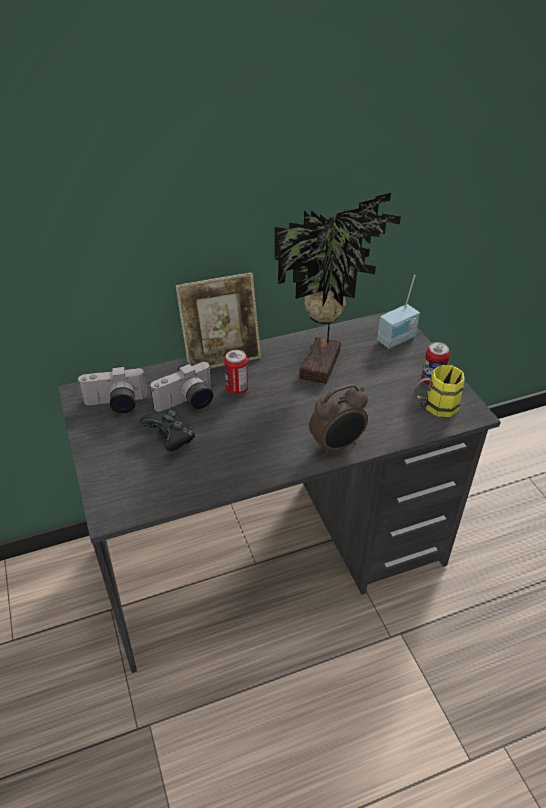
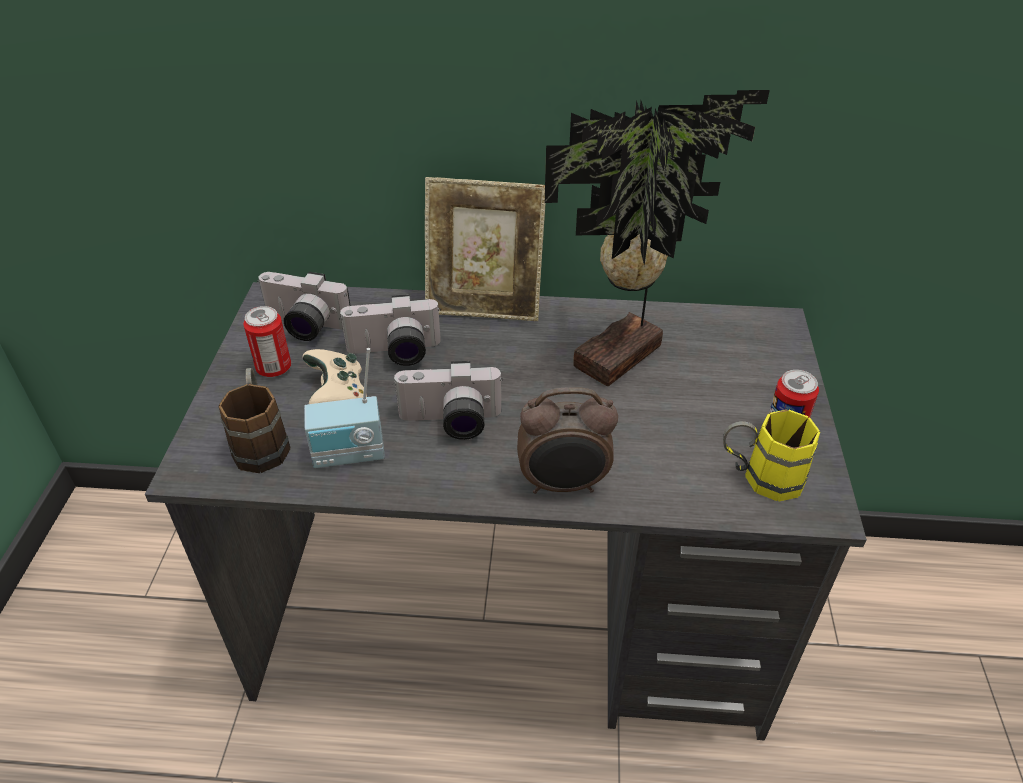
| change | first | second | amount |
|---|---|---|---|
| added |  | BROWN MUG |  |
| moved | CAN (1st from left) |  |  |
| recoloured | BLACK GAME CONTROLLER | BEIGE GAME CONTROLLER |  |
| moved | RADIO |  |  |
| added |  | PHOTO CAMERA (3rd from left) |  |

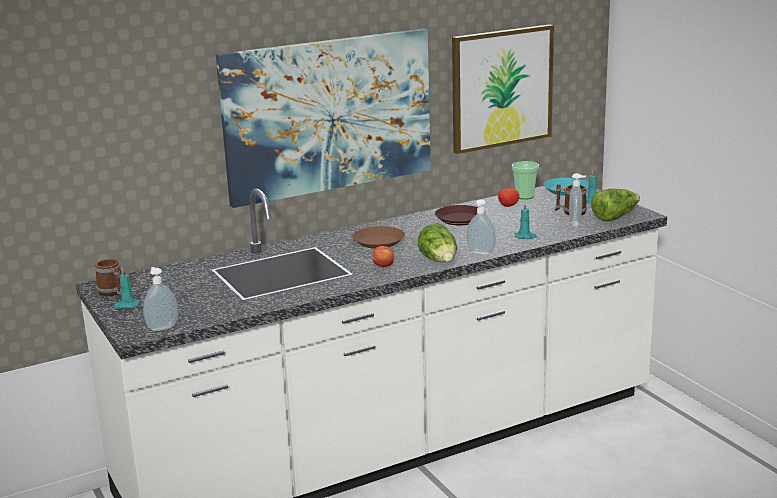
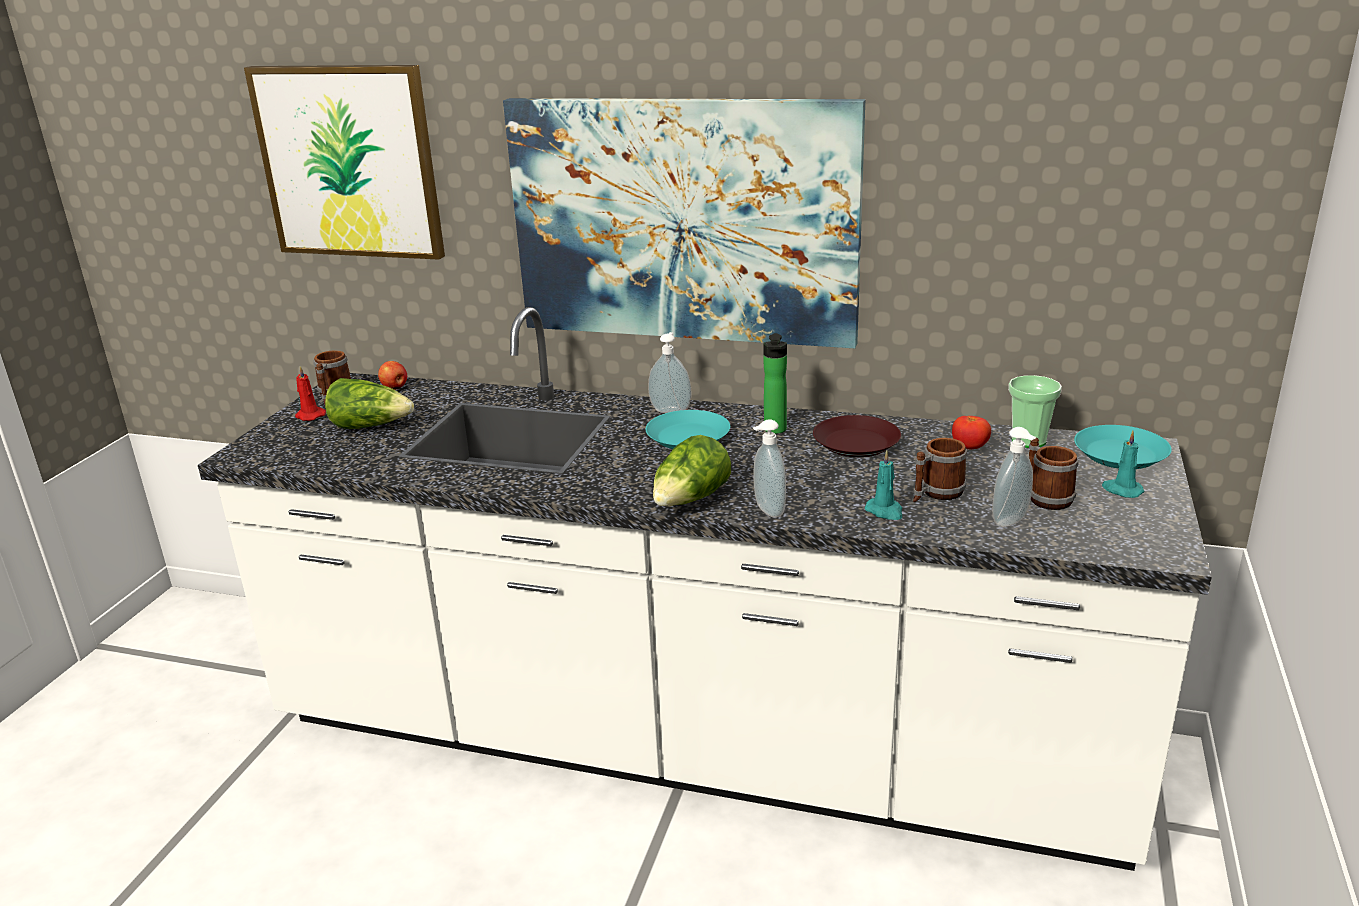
| change | first | second | amount |
|---|---|---|---|
| moved | PICTURE (2nd from left in the first image) | PICTURE (1st from left) |  |
| recoloured | TURQUOISE CANDLE (1st from left) | RED CANDLE |  |
| moved | LETTUCE (2nd from left in the first image) | LETTUCE (1st from left) |  |
| moved | APPLE |  |  |
| recoloured | BROWN PLATE (1st from left) | TURQUOISE PLATE (1st from left) |  |
| moved | SOAP DISPENSER (1st from left) |  |  |
| added |  | BOTTLE |  |
| added |  | MUG (2nd from left) |  |

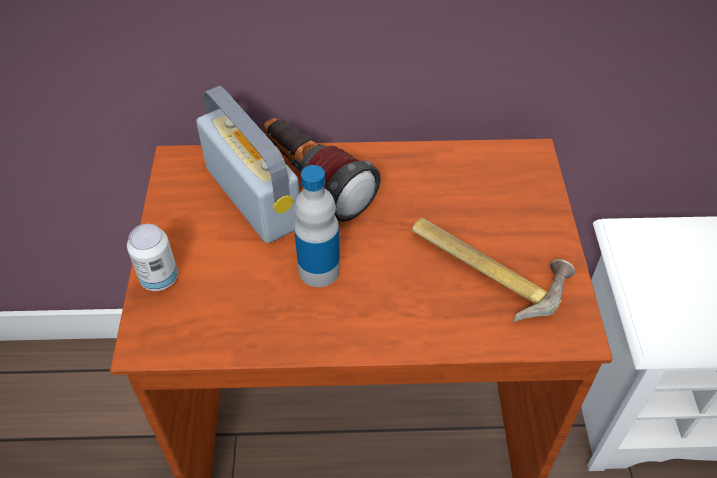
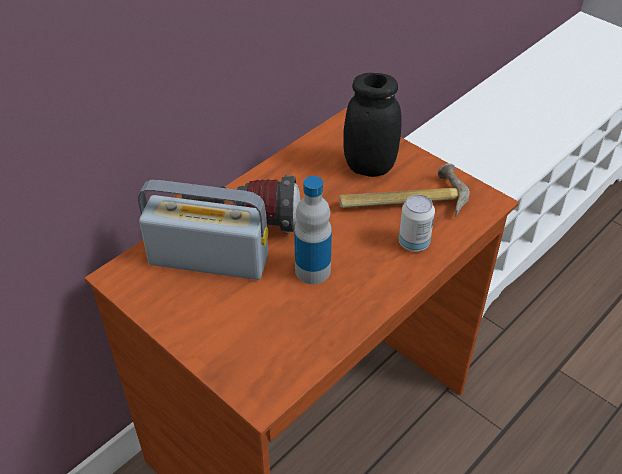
| change | first | second | amount |
|---|---|---|---|
| added |  | BLACK JAR |  |
| moved | CAN |  |  |

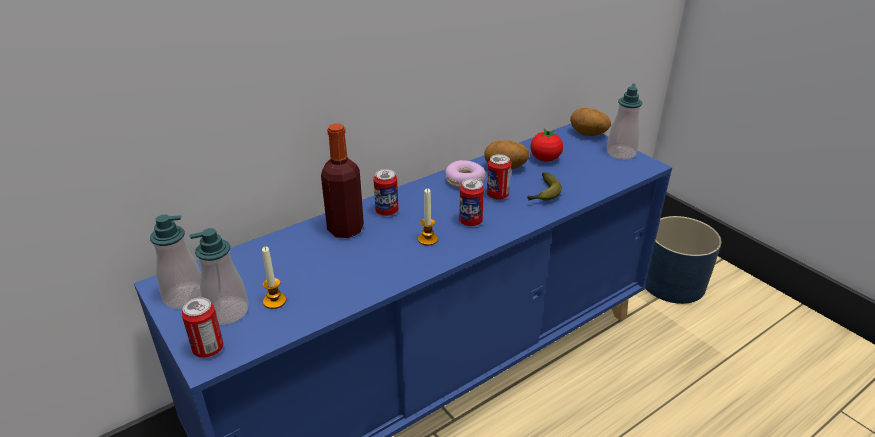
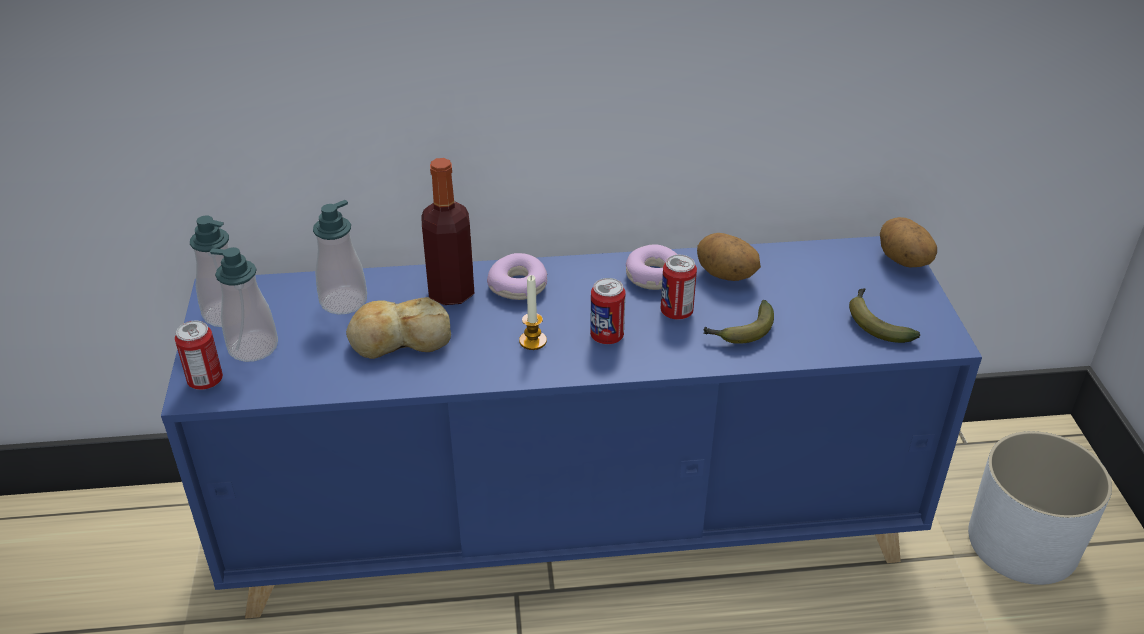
| change | first | second | amount |
|---|---|---|---|
| moved | SOAP DISPENSER (3rd from left) |  |  |
| added |  | BREAD |  |
| replaced | CAN (2nd from left) | DONUT (1st from left) |  |
| added |  | BANANA (2nd from left) |  |
| recoloured | BLUE PLANTER | WHITE PLANTER |  |
| removed | CANDLE (1st from left) |  |  |
| removed | TOMATO |  |  |

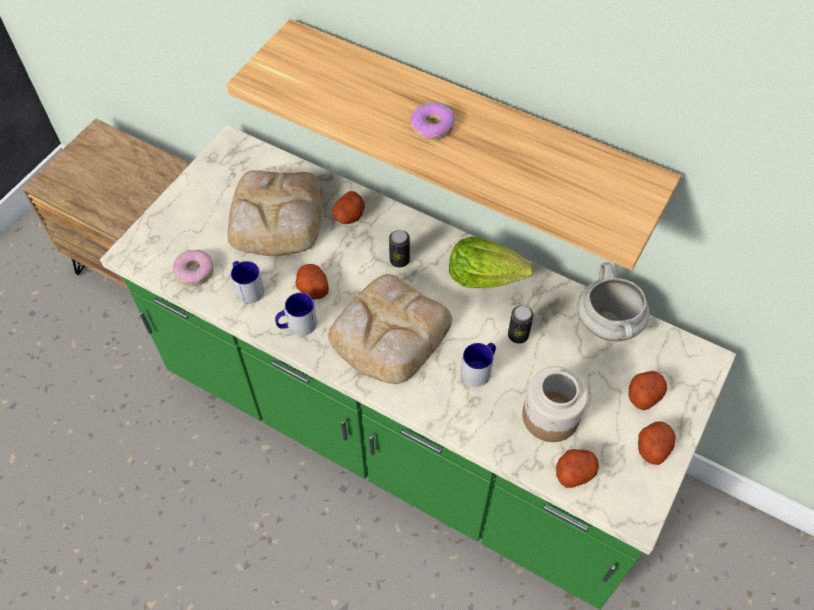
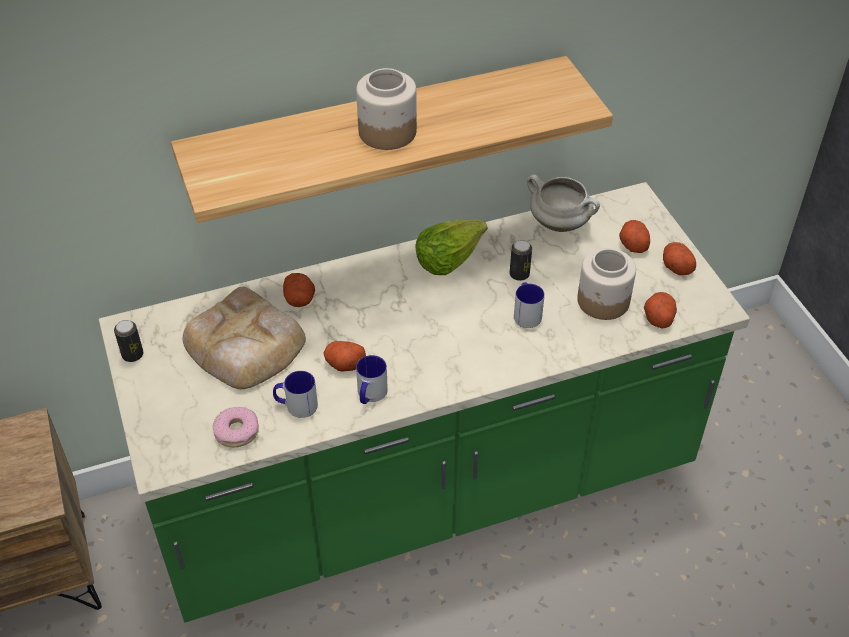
| change | first | second | amount |
|---|---|---|---|
| moved | CAN (1st from left) |  |  |
| replaced | DONUT (2nd from left) | JAR (1st from left) |  |
| removed | BREAD (2nd from left) |  |  |

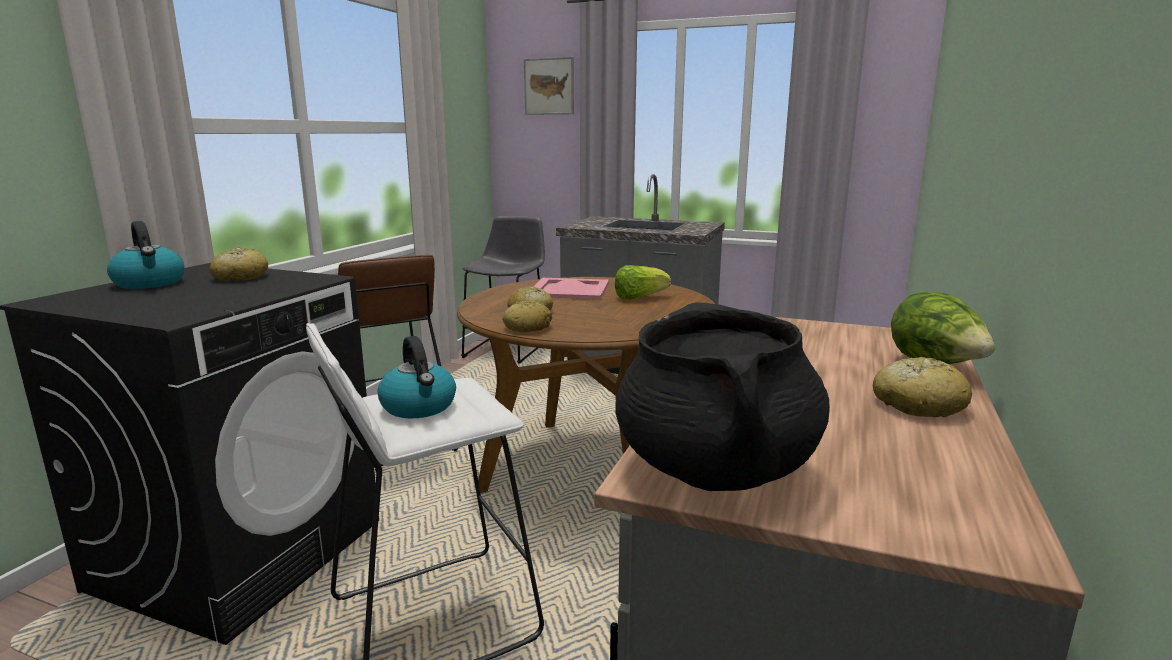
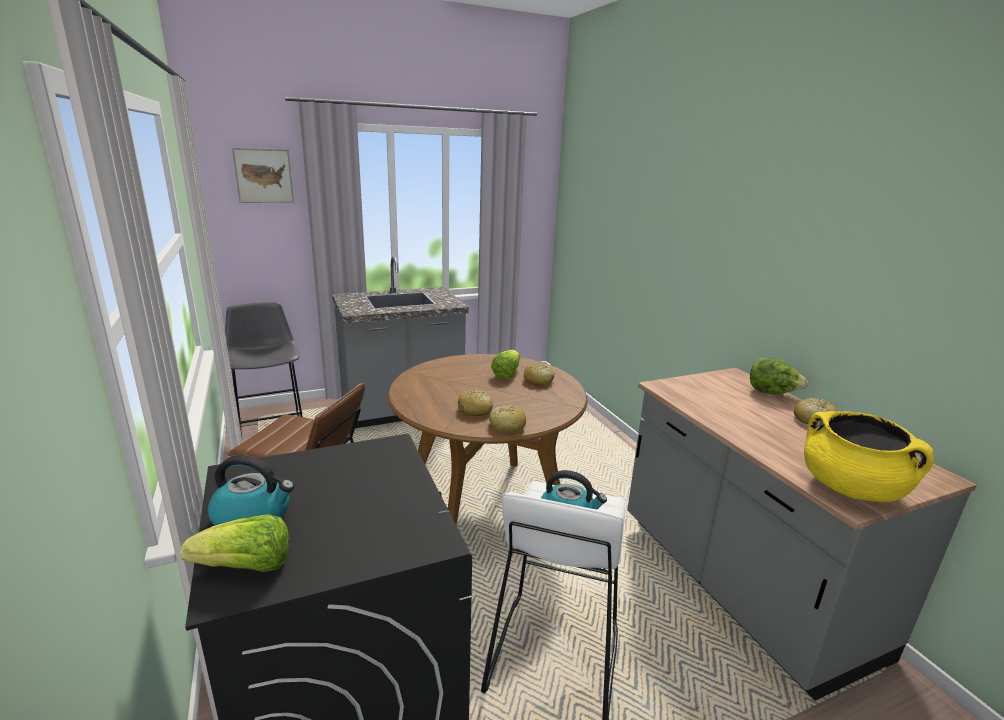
| change | first | second | amount |
|---|---|---|---|
| added |  | LETTUCE (1st from left) |  |
| moved | BREAD (1st from left in the first image) | BREAD (3rd from left) |  |
| recoloured | BLACK COOKING POT | YELLOW COOKING POT |  |
| removed | PINK TRAY |  |  |

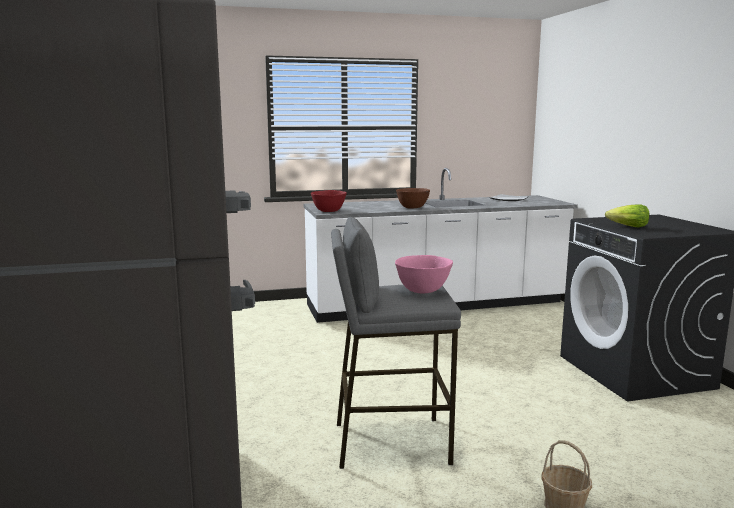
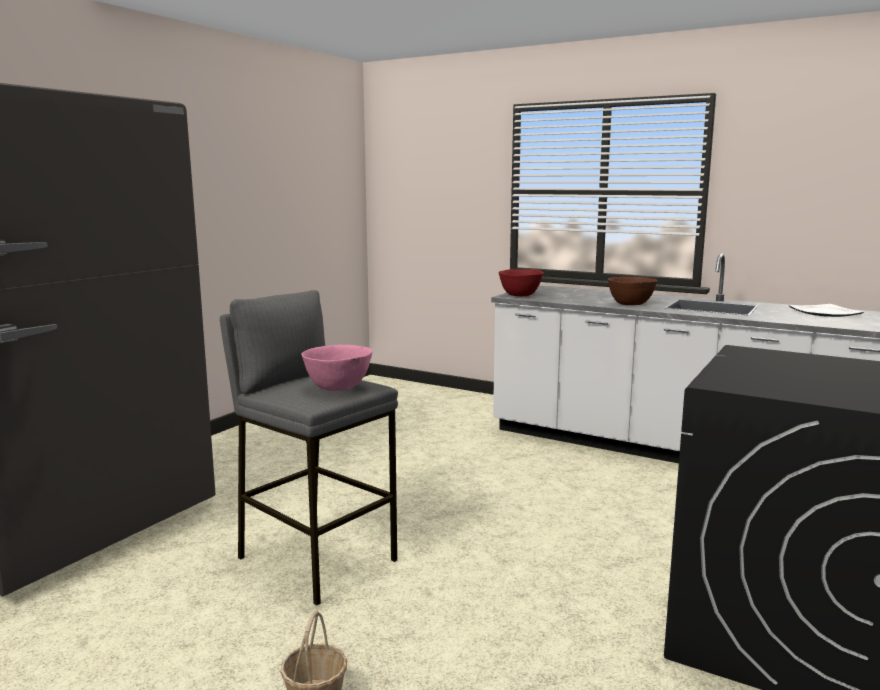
| change | first | second | amount |
|---|---|---|---|
| removed | LETTUCE |  |  |

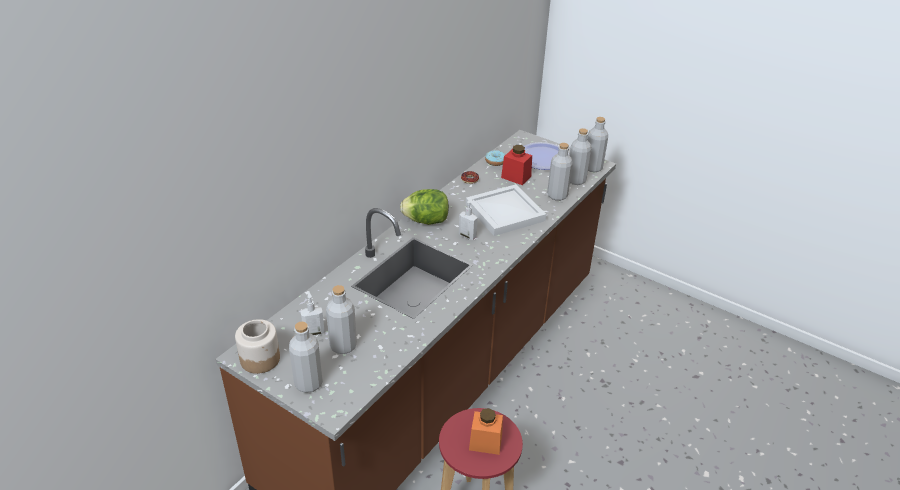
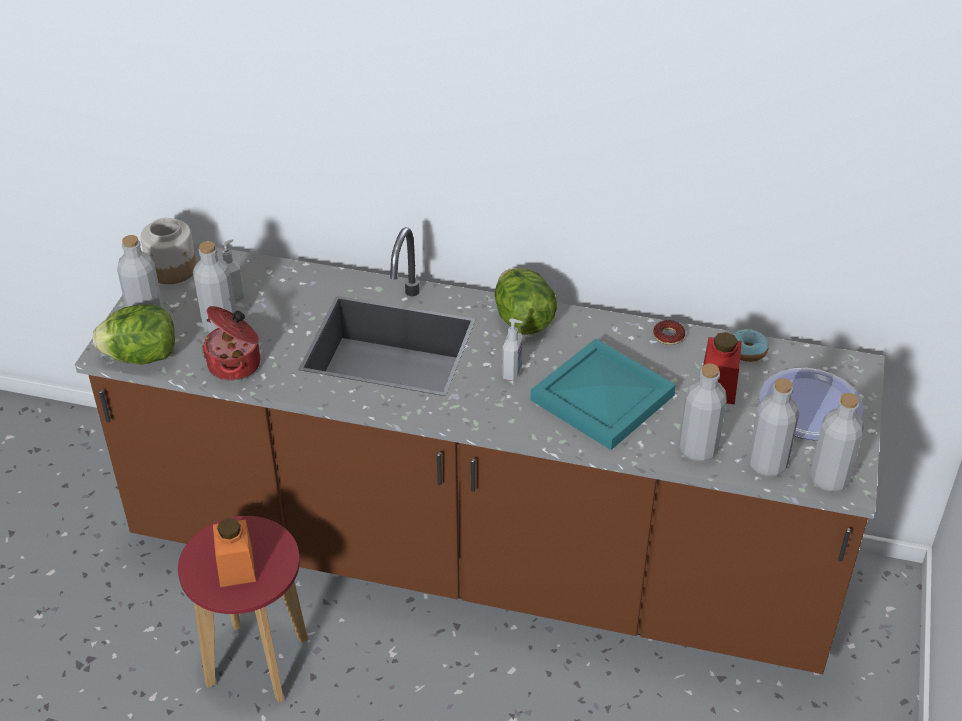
| change | first | second | amount |
|---|---|---|---|
| added |  | LETTUCE (1st from left) |  |
| added |  | COOKING POT |  |
| recoloured | WHITE TRAY | TURQUOISE TRAY |  |

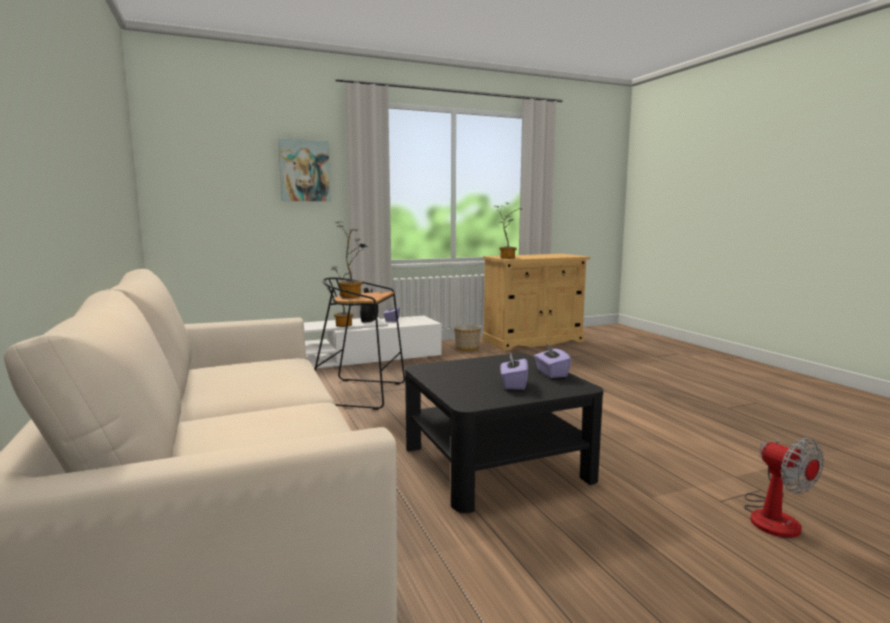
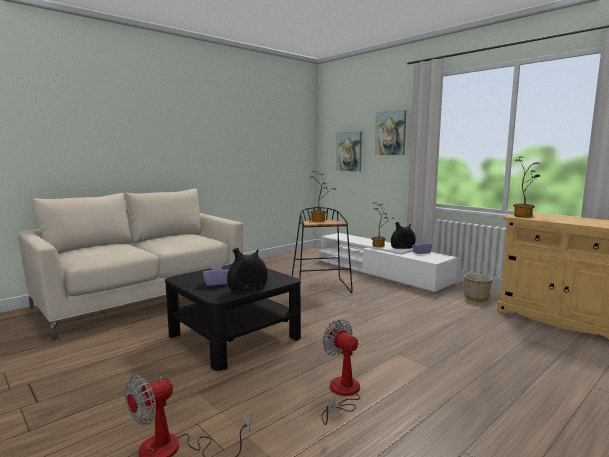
| change | first | second | amount |
|---|---|---|---|
| replaced | PURPLE TISSUE BOX (3rd from left) | BLACK VASE (1st from left) |  |
| added |  | FAN (2nd from left) |  |
| added |  | PICTURE (1st from left) |  |

